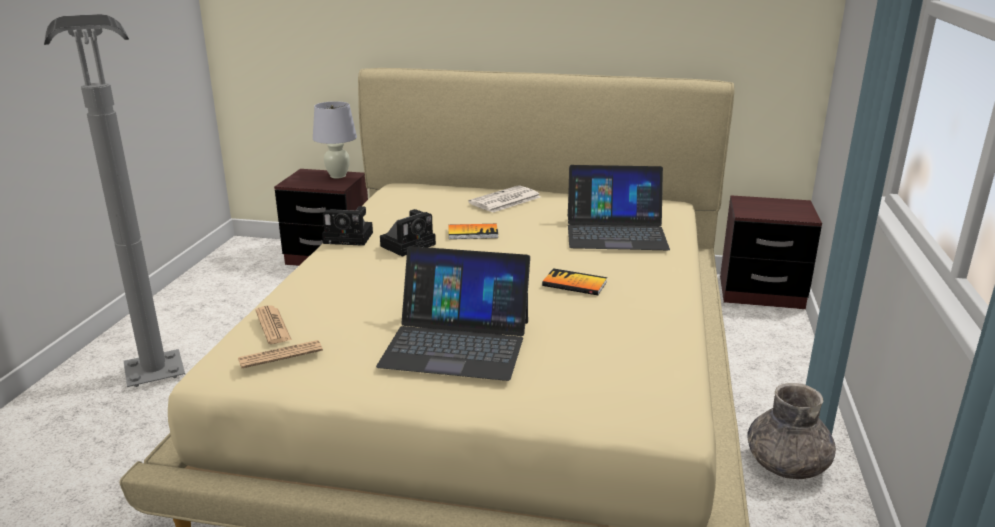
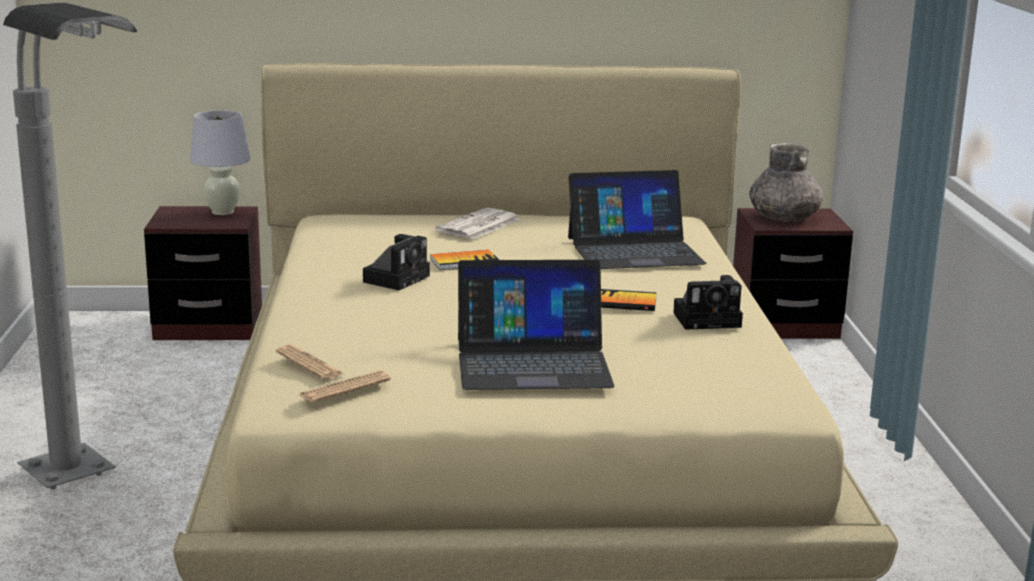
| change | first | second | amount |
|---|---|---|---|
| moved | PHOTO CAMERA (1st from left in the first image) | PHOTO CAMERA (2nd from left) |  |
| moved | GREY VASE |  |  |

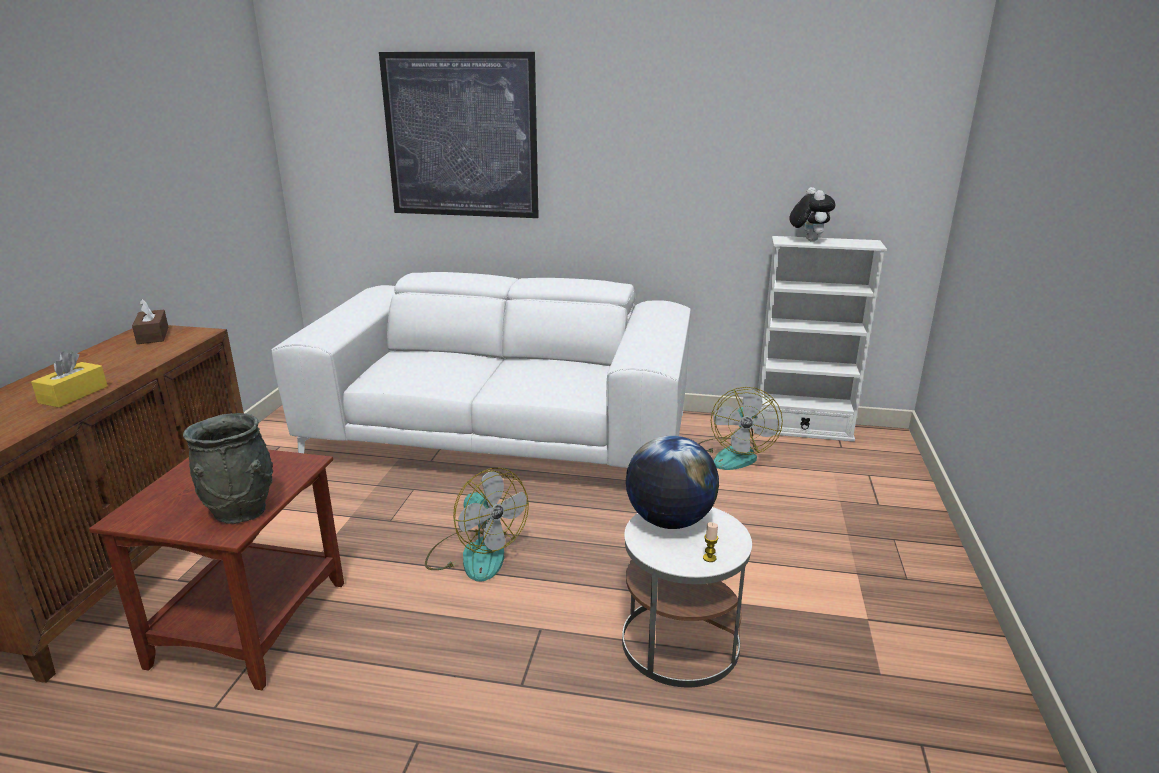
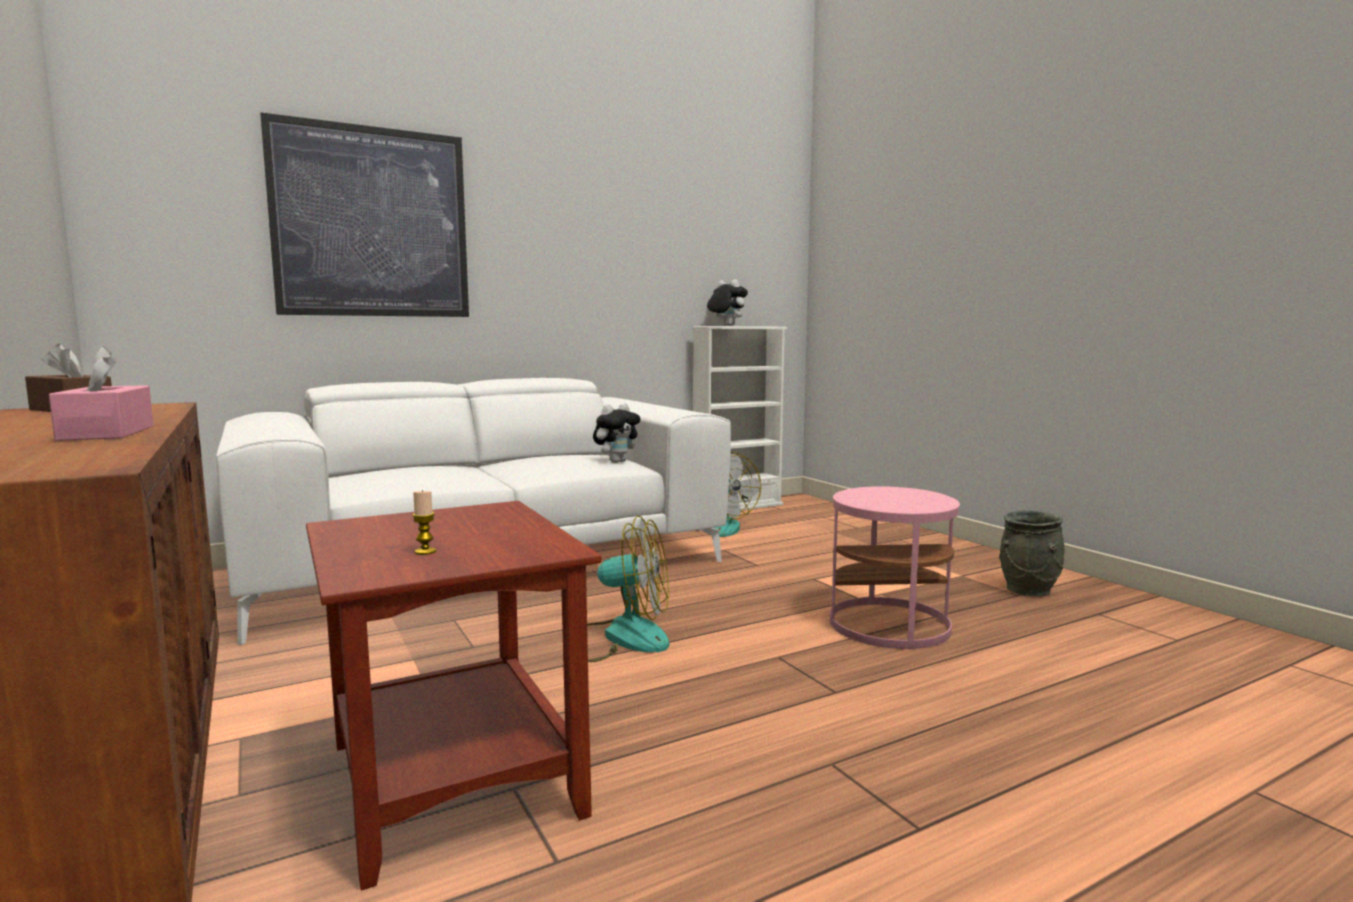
| change | first | second | amount |
|---|---|---|---|
| recoloured | YELLOW TISSUE BOX | PINK TISSUE BOX |  |
| moved | CANDLE |  |  |
| added |  | PLUSH TOY (1st from left) |  |
| recoloured | WHITE SIDE TABLE | PINK SIDE TABLE |  |
| moved | GREY VASE |  |  |
| removed | GLOBE |  |  |

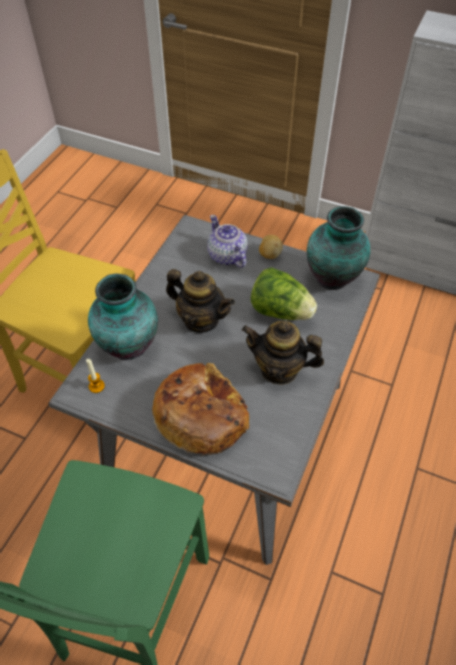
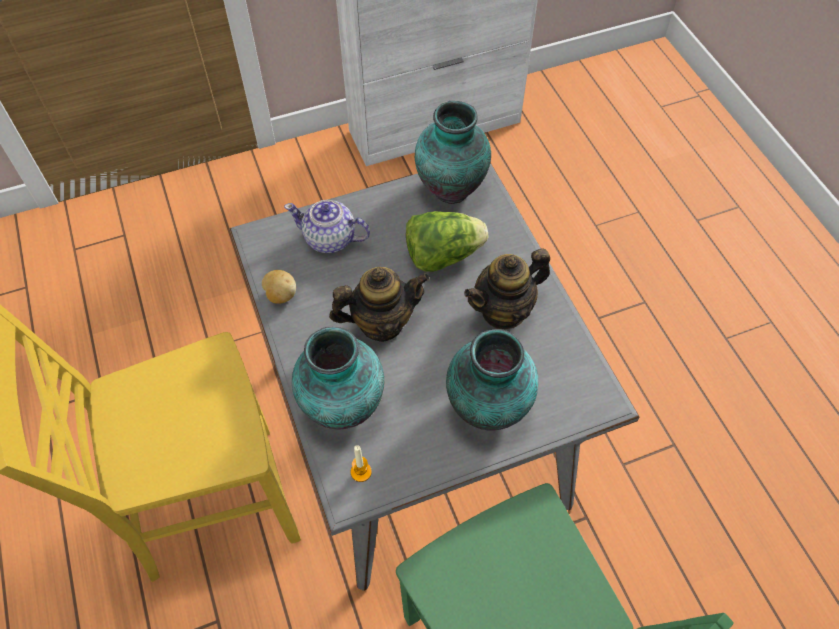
| change | first | second | amount |
|---|---|---|---|
| moved | POTATO |  |  |
| replaced | BREAD | VASE (3rd from left) |  |

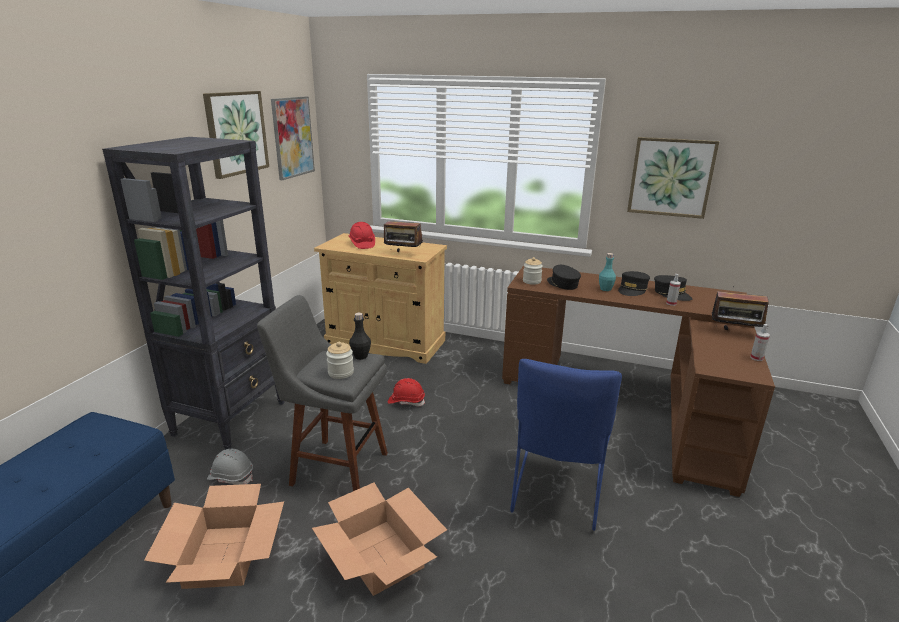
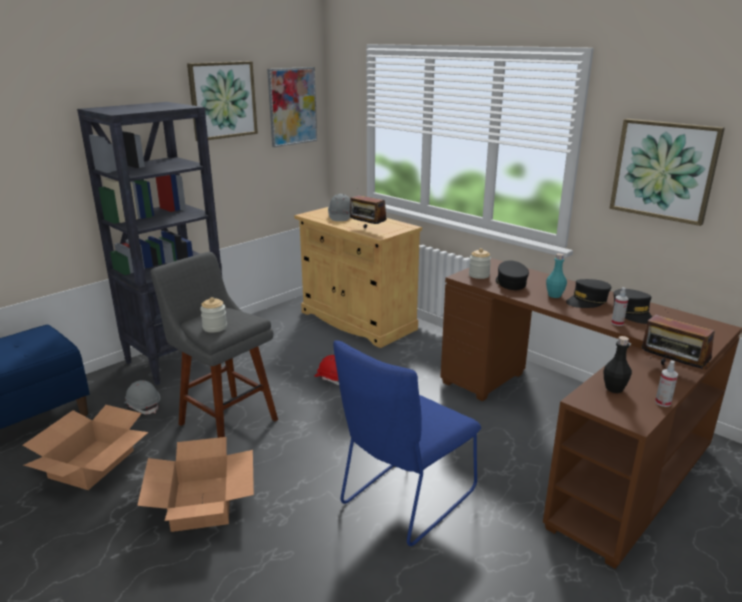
| change | first | second | amount |
|---|---|---|---|
| recoloured | RED HARD HAT (1st from left) | GREY HARD HAT (2nd from left) |  |
| moved | BLACK BOTTLE |  |  |

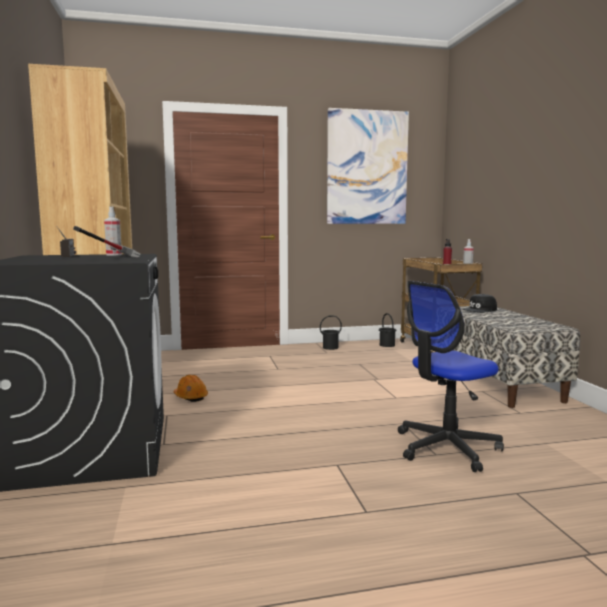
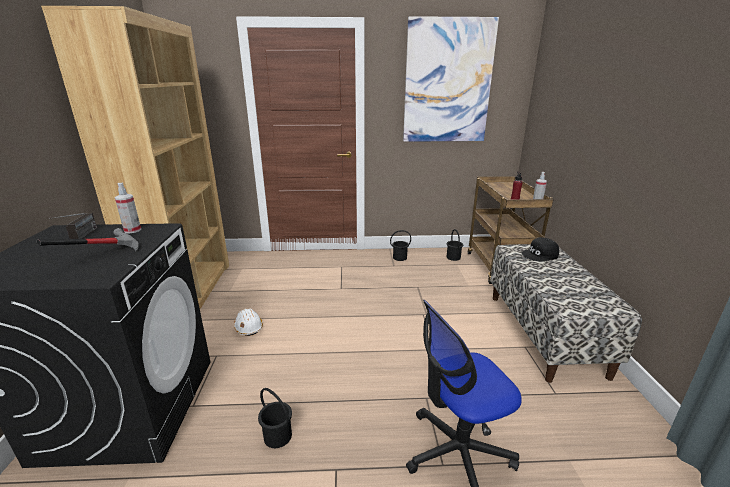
| change | first | second | amount |
|---|---|---|---|
| recoloured | ORANGE HARD HAT | WHITE HARD HAT |  |
| added |  | BLACK BUCKET (1st from left) |  |

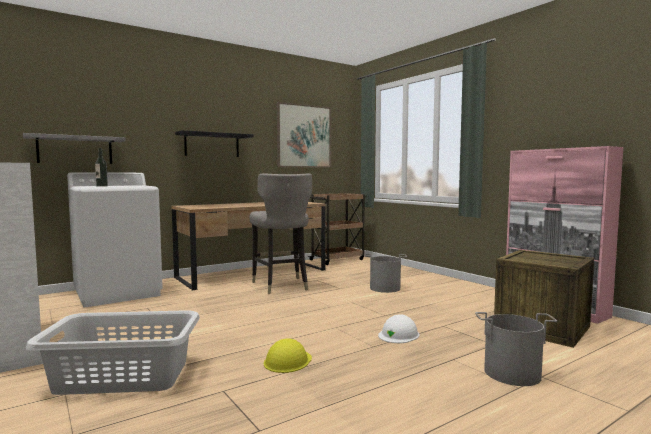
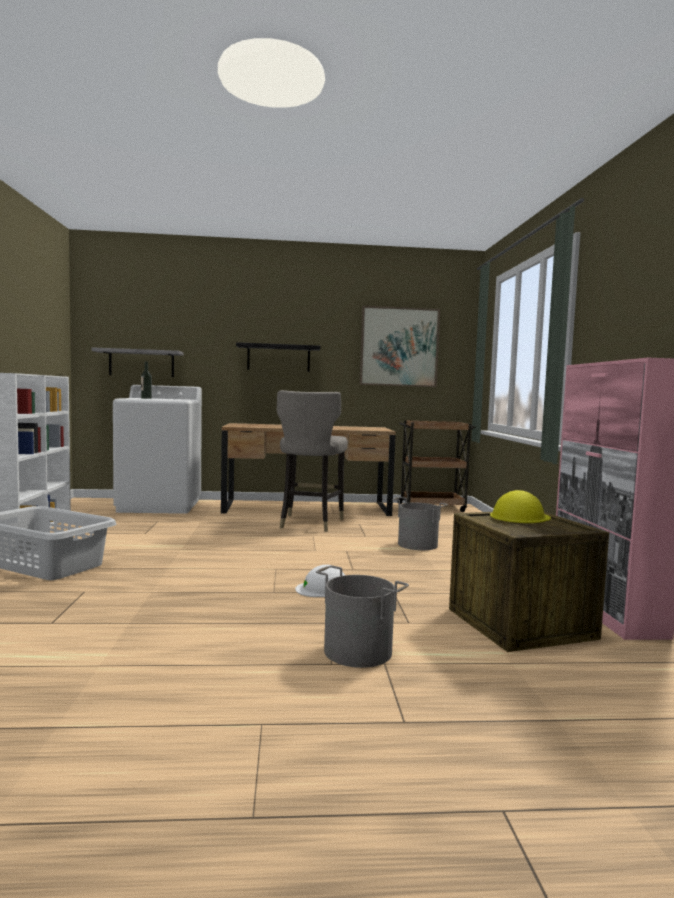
| change | first | second | amount |
|---|---|---|---|
| moved | YELLOW HARD HAT |  |  |

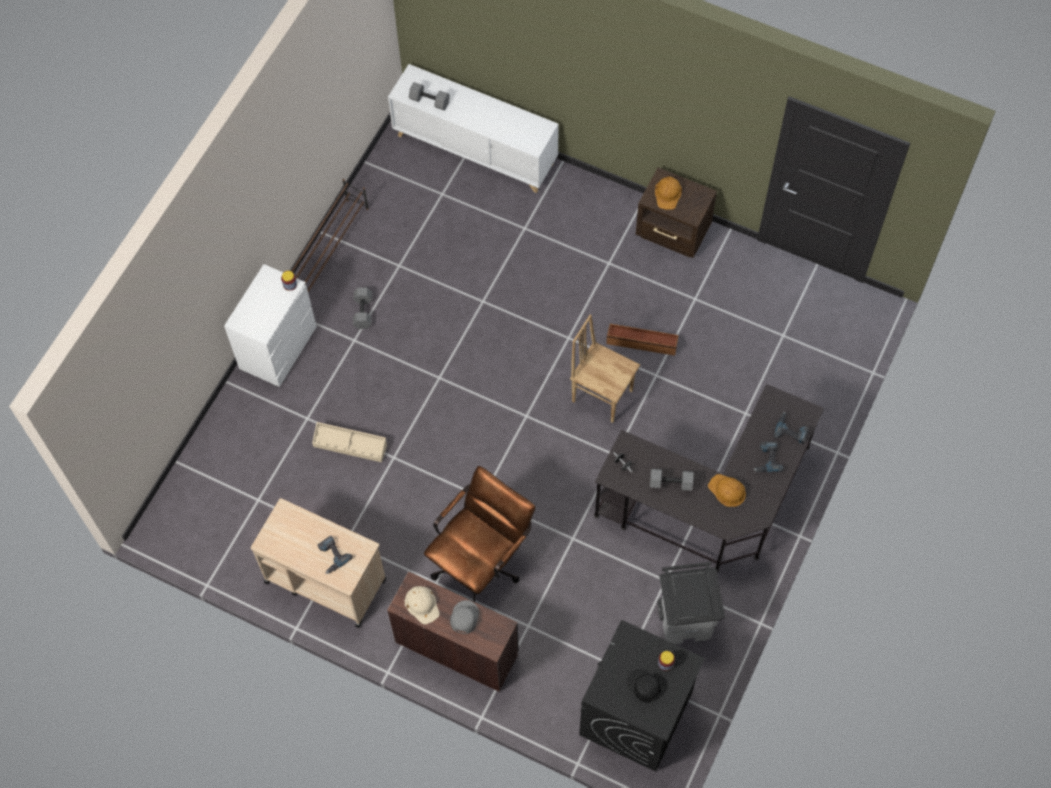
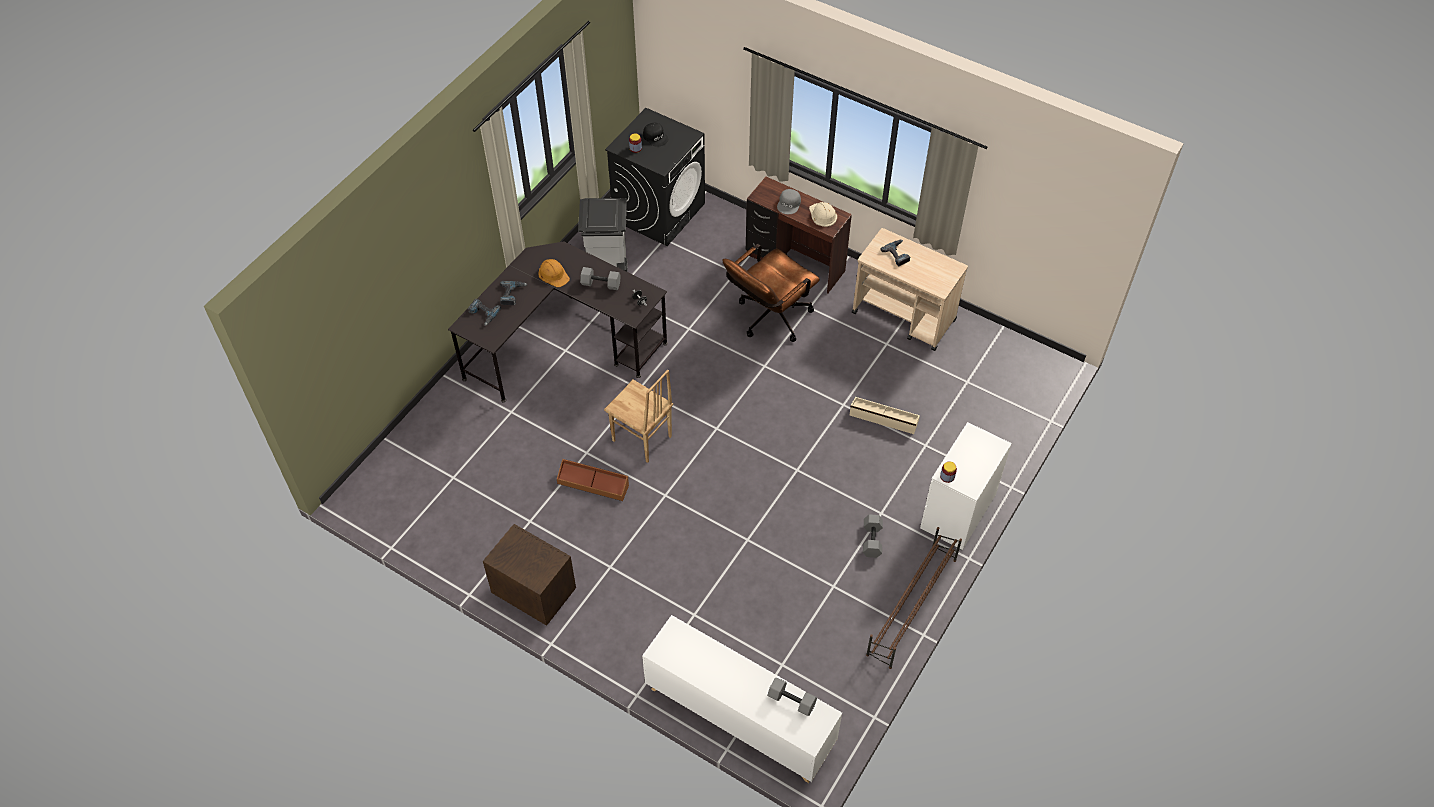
| change | first | second | amount |
|---|---|---|---|
| removed | ORANGE HARD HAT (1st from left) |  |  |

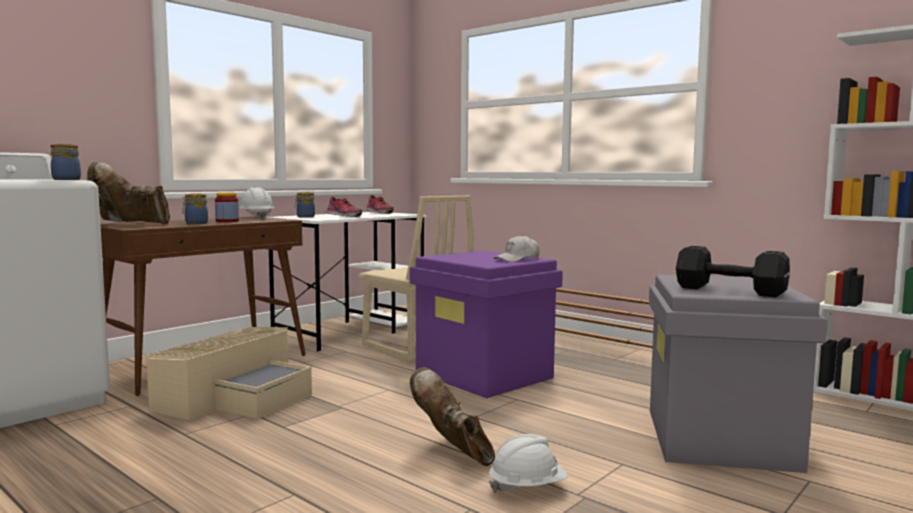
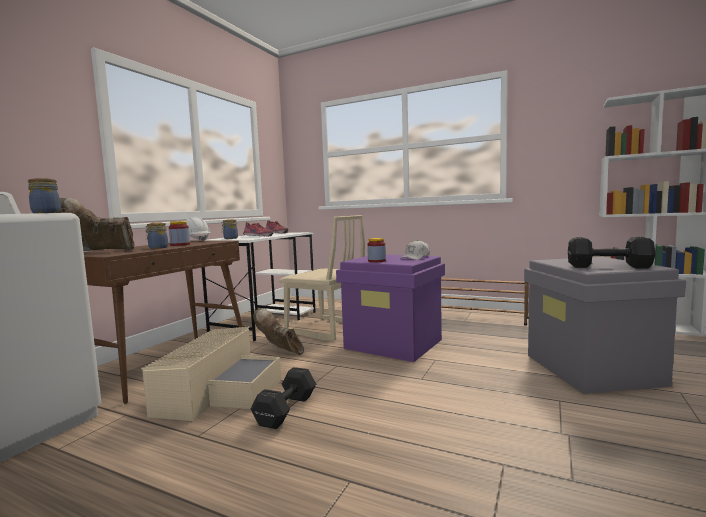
| change | first | second | amount |
|---|---|---|---|
| added |  | BLACK DUMBBELL (1st from left) |  |
| moved | BROWN BOOT (2nd from left) |  |  |
| added |  | JAR (5th from left) |  |
| removed | WHITE HARD HAT (2nd from left) |  |  |

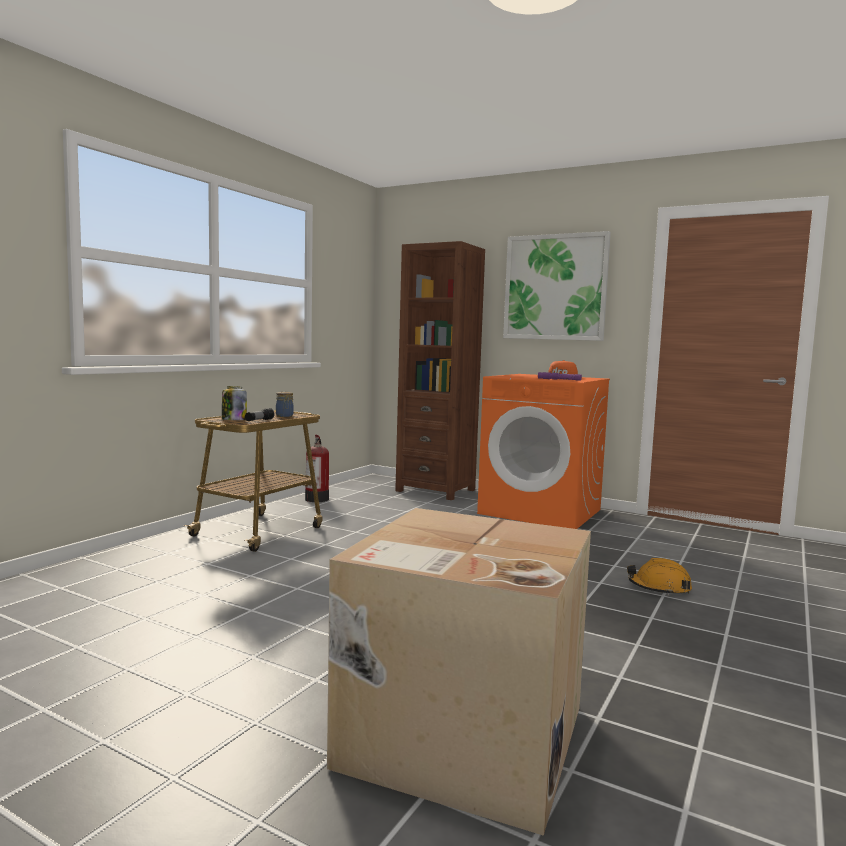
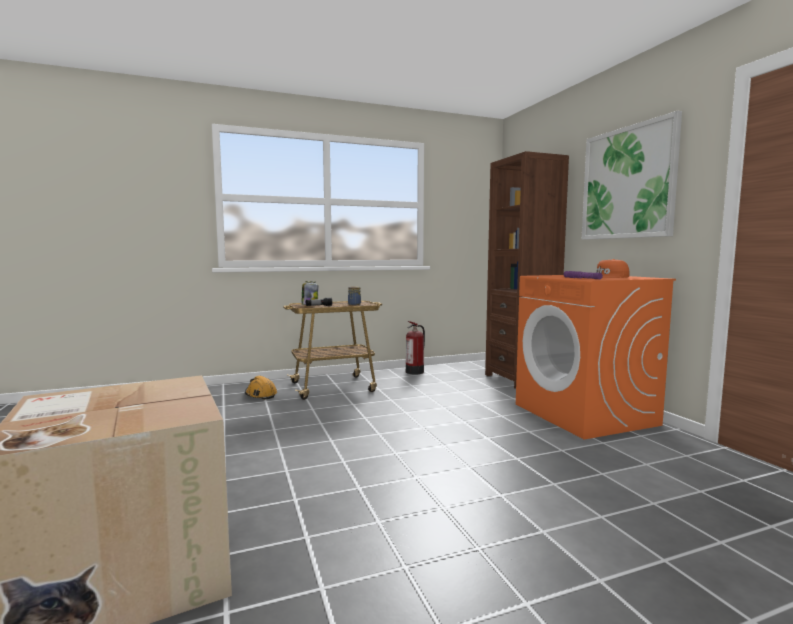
| change | first | second | amount |
|---|---|---|---|
| moved | ORANGE HARD HAT |  |  |

